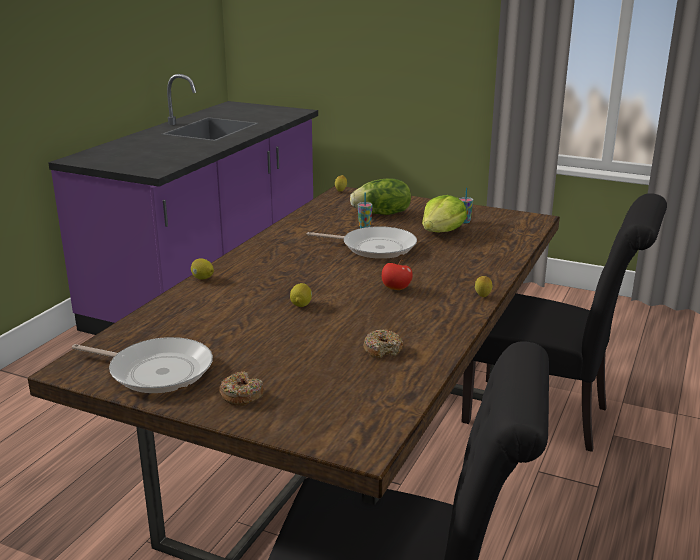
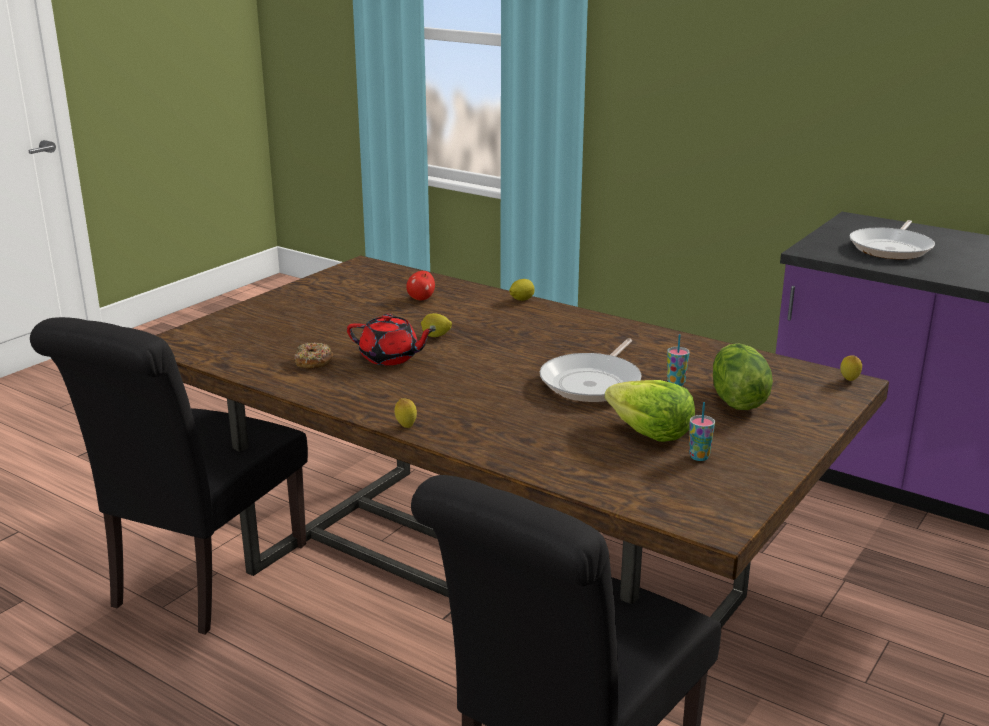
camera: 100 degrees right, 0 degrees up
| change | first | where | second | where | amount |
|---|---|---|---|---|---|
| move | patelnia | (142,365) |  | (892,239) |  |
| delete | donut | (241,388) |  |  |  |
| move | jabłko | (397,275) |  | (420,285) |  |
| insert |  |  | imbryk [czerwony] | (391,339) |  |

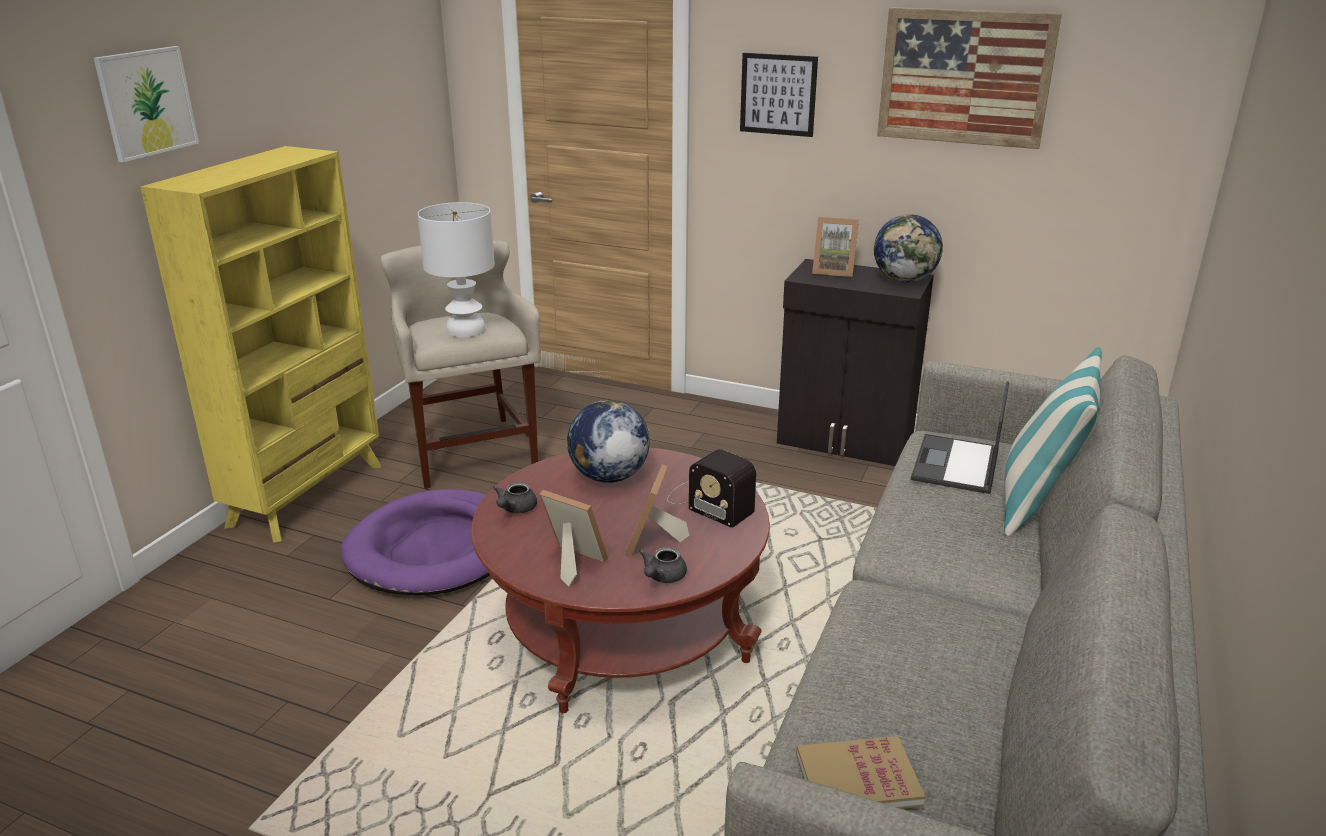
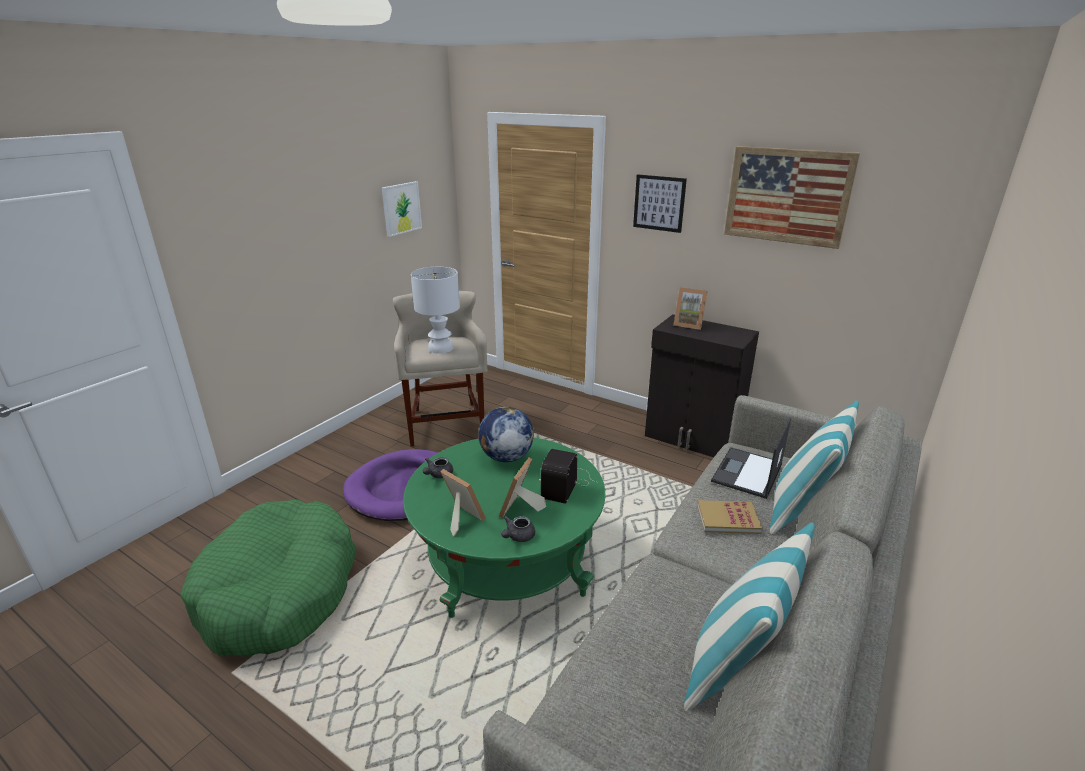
camera: 10 degrees right, 0 degrees up
| change | first | where | second | where | amount |
|---|---|---|---|---|---|
| move | obraz | (146,104) |  | (402,209) |  |
| delete | regał [żółty] | (260,344) |  |  |  |
| recolor | ława [czerwony] | (620,580) | ława [zielony] | (504,527) |  |
| rotate | radio | (711,488) |  | (567,476) | 60 degrees clockwise |
| move | książka | (860,772) |  | (729,517) |  |
| delete | globus | (908,248) |  |  |  |
| insert |  |  | legowisko [zielony] | (268,578) |  |
| insert |  |  | poduszka | (749,616) |  |

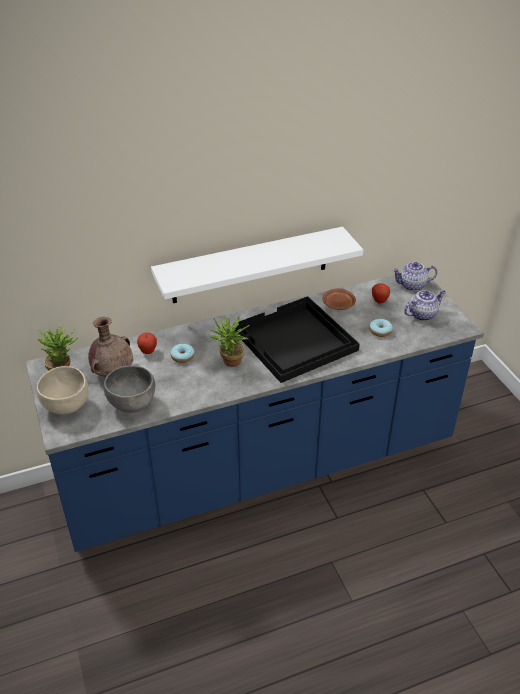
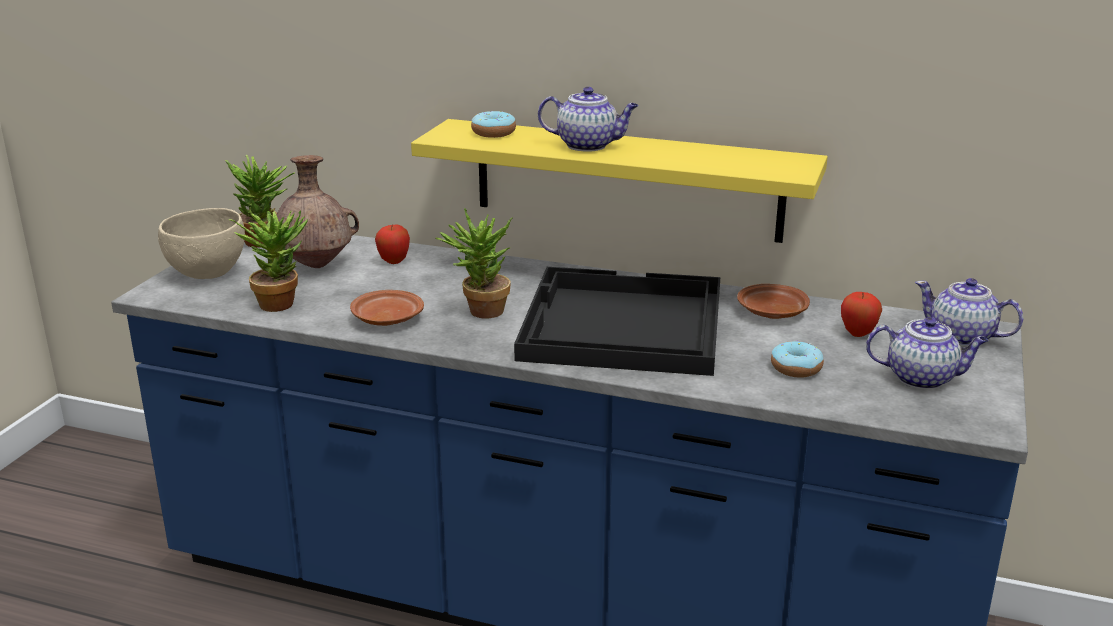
camera: 40 degrees right, 15 degrees down
| change | first | where | second | where | amount |
|---|---|---|---|---|---|
| replace | miska [szary] | (129,389) | roślina doniczkowa | (268,261) |  |
| recolor | półka [biały] | (257,265) | półka [żółty] | (619,181) |  |
| move | donut | (182,353) |  | (493,124) |  |
| insert |  |  | talerz [brązowy] | (387,308) |  |
| insert |  |  | imbryk | (588,119) |  |

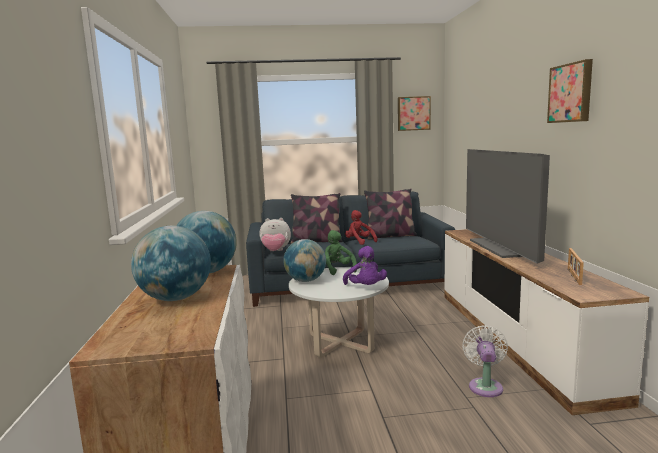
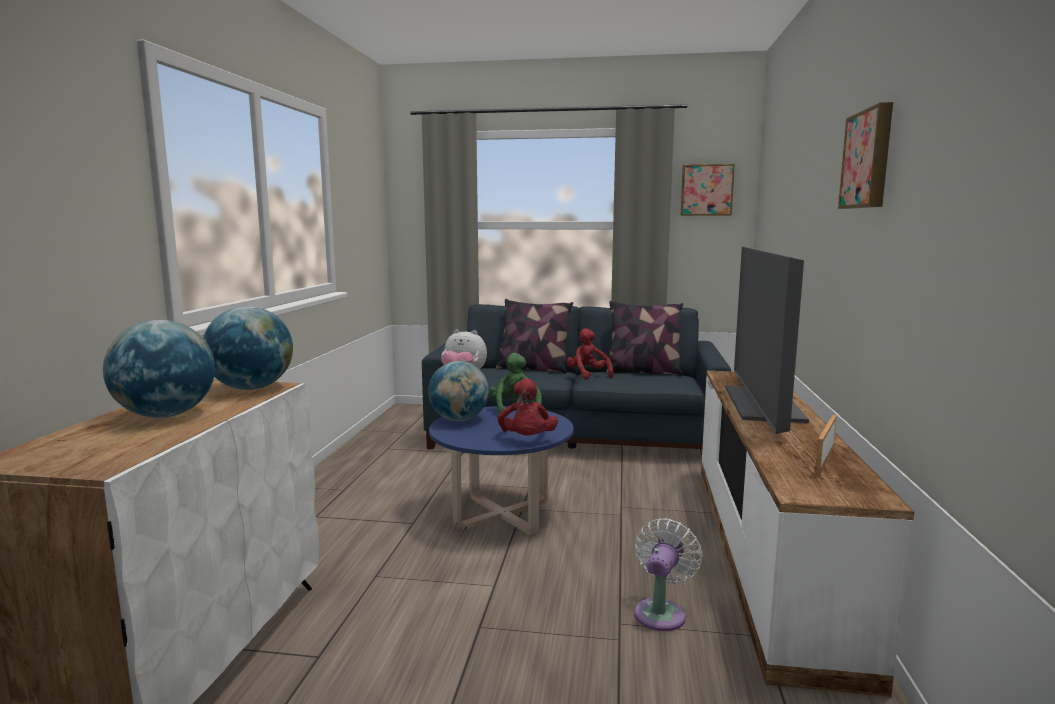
camera: 15 degrees right, 0 degrees up
| change | first | where | second | where | amount |
|---|---|---|---|---|---|
| recolor | ława [biały] | (339,312) | ława [niebieski] | (501,470) |  |
| recolor | pluszak [fioletowy] | (365,265) | pluszak [czerwony] | (528,407) |  |

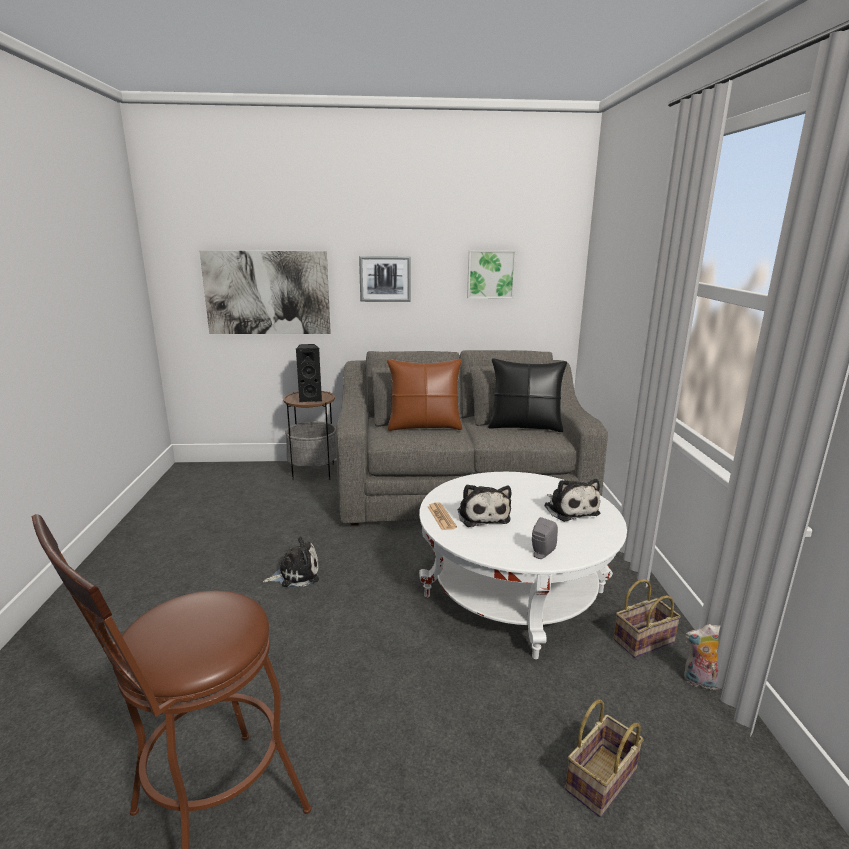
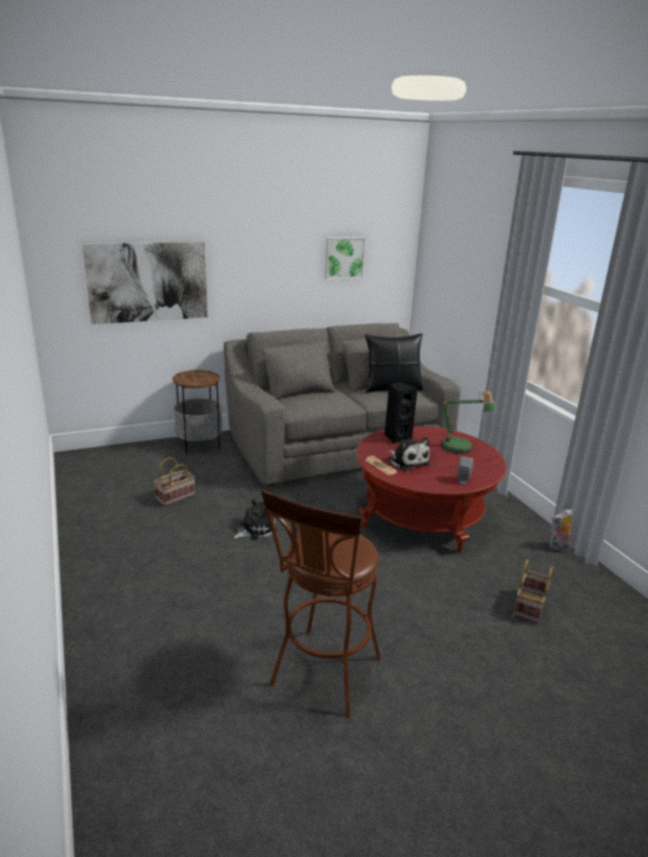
camera: 20 degrees left, 5 degrees up
| change | first | where | second | where | amount |
|---|---|---|---|---|---|
| move | głośnik [czarny] | (309,373) |  | (401,412) |  |
| delete | obraz | (385,279) |  |  |  |
| delete | poduszka [brązowy] | (424,395) |  |  |  |
| recolor | ława [biały] | (523,565) | ława [czerwony] | (431,489) |  |
| replace | pluszak | (572,500) | lampa stołowa | (469,422) |  |
| move | koszyk | (647,618) |  | (174,481) |  |

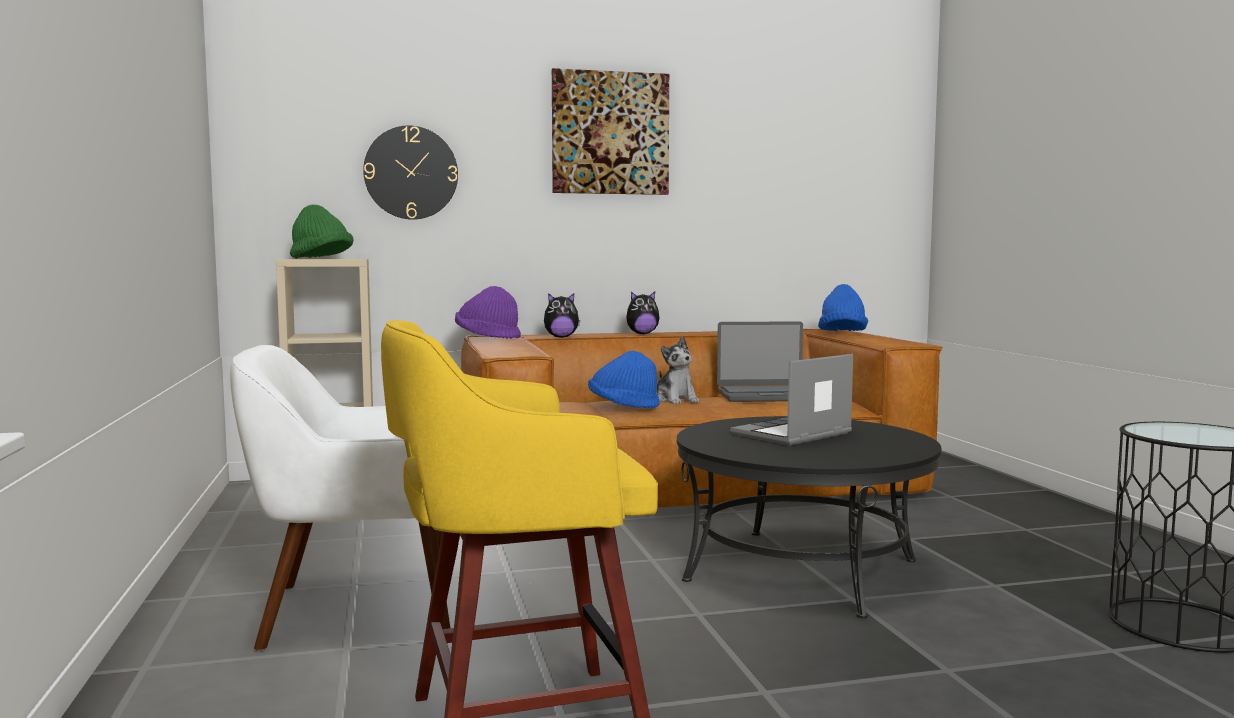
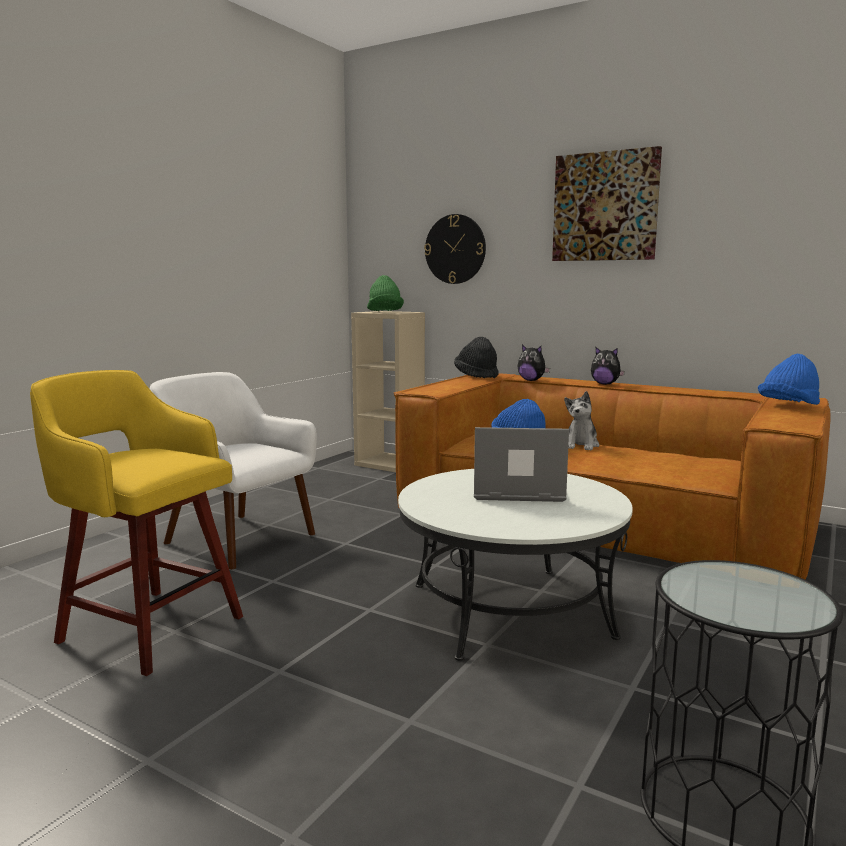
camera: 45 degrees right, 5 degrees up
| change | first | where | second | where | amount |
|---|---|---|---|---|---|
| recolor | kapelusz [fioletowy] | (488,312) | kapelusz [czarny] | (476,357) |  |
| recolor | ława [czarny] | (809,517) | ława [biały] | (515,565) |  |
| delete | laptop | (760,361) |  |  |  |

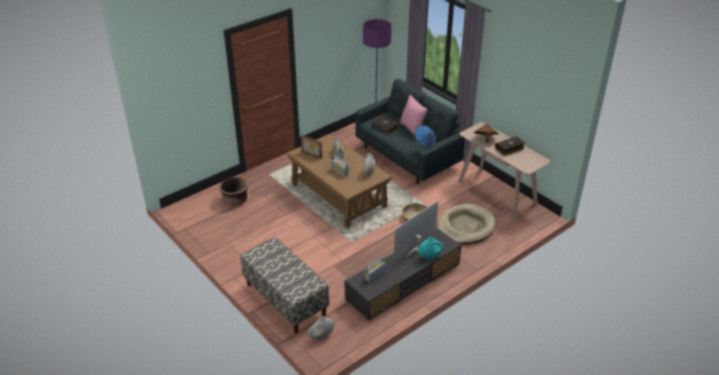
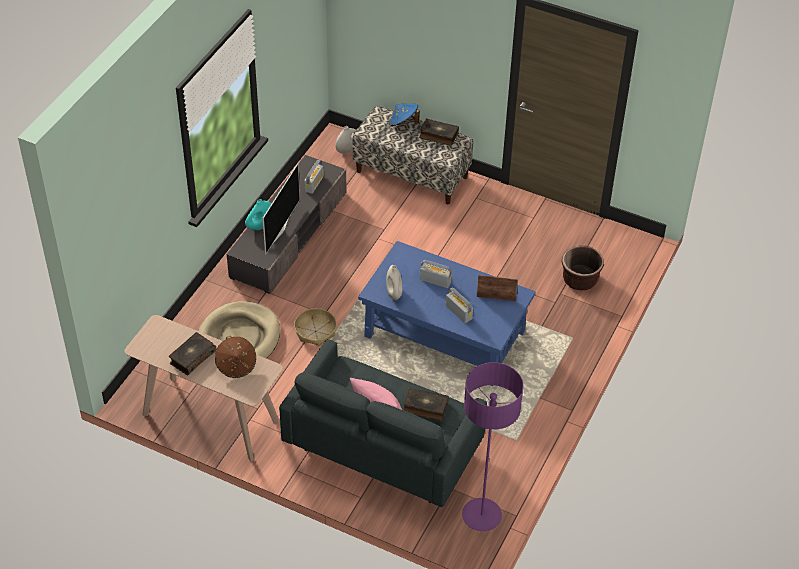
camera: 155 degrees right, 10 degrees up
| change | first | where | second | where | amount |
|---|---|---|---|---|---|
| recolor | ława [brązowy] | (339,181) | ława [niebieski] | (447,313) |  |
| move | kapelusz [niebieski] | (425,136) |  | (404,115) |  |
| insert |  |  | książka | (439,132) |  |

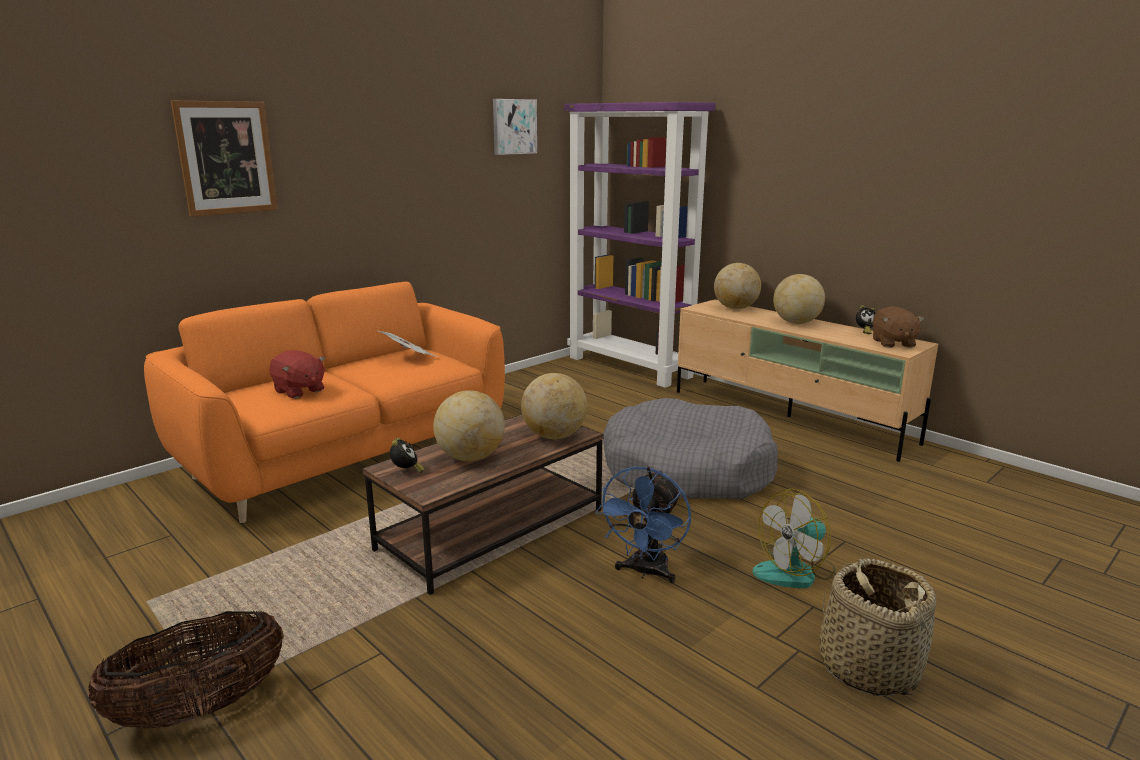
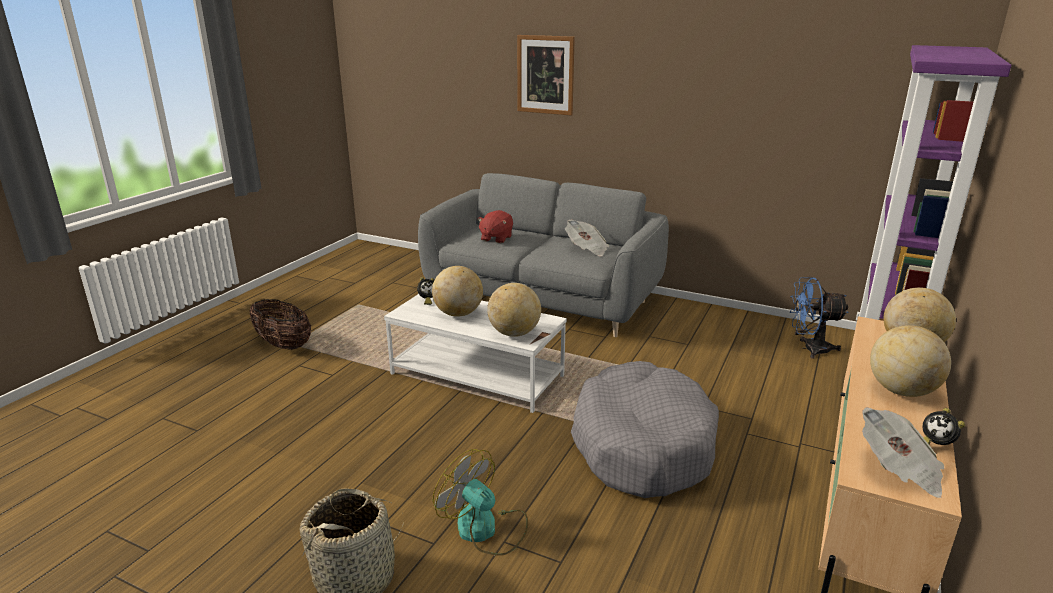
camera: 70 degrees right, 5 degrees up
| change | first | where | second | where | amount |
|---|---|---|---|---|---|
| recolor | kanapa [pomarańczowy] | (324,402) | kanapa [szary] | (543,255) |  |
| recolor | ława [brązowy] | (483,504) | ława [biały] | (475,353) |  |
| delete | obraz | (515,127) |  |  |  |
| move | wentylator [niebieski] | (643,524) |  | (819,318) |  |
| replace | pluszak [brązowy] | (898,327) | gazeta | (903,452) |  |

